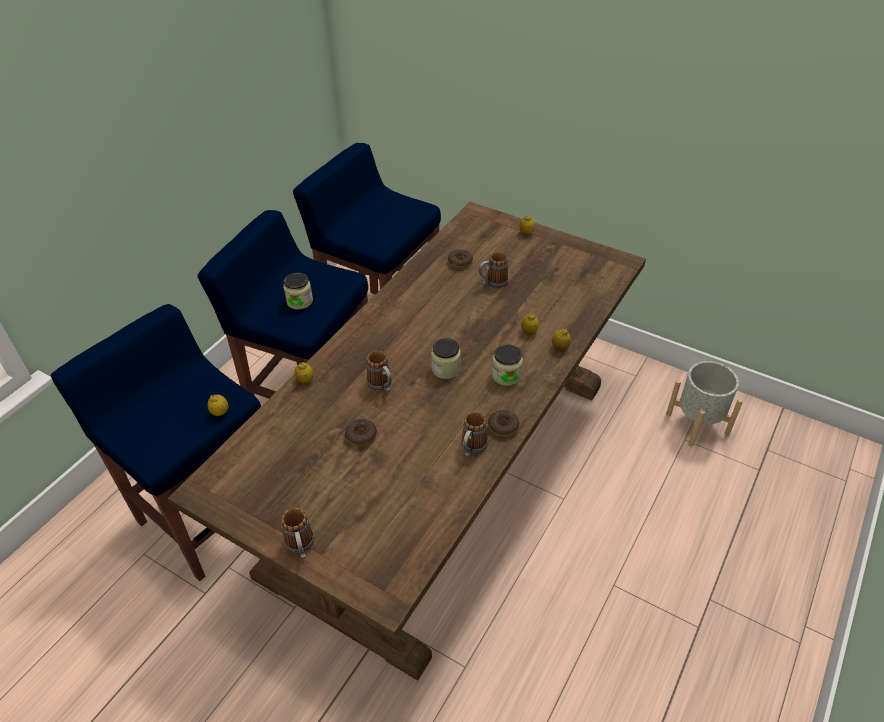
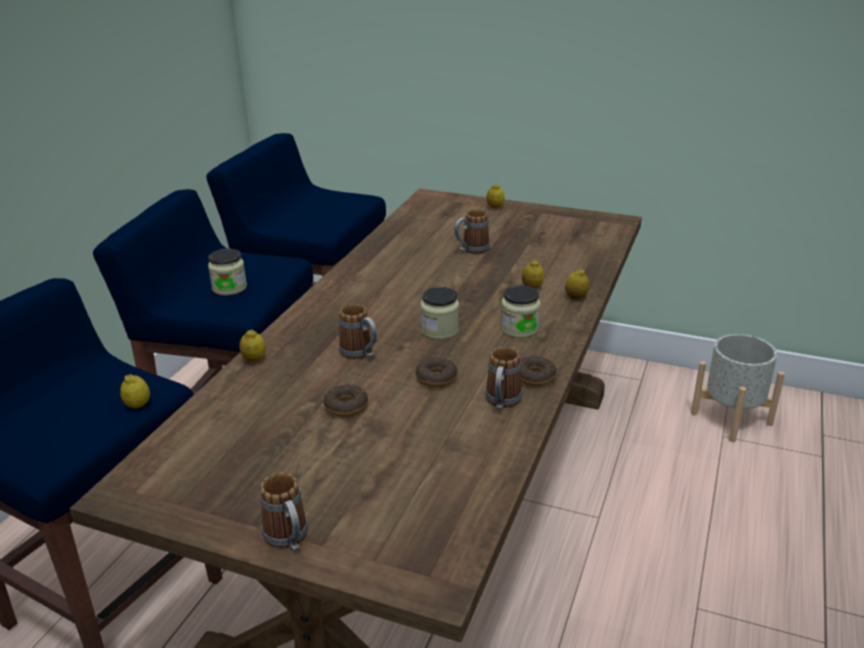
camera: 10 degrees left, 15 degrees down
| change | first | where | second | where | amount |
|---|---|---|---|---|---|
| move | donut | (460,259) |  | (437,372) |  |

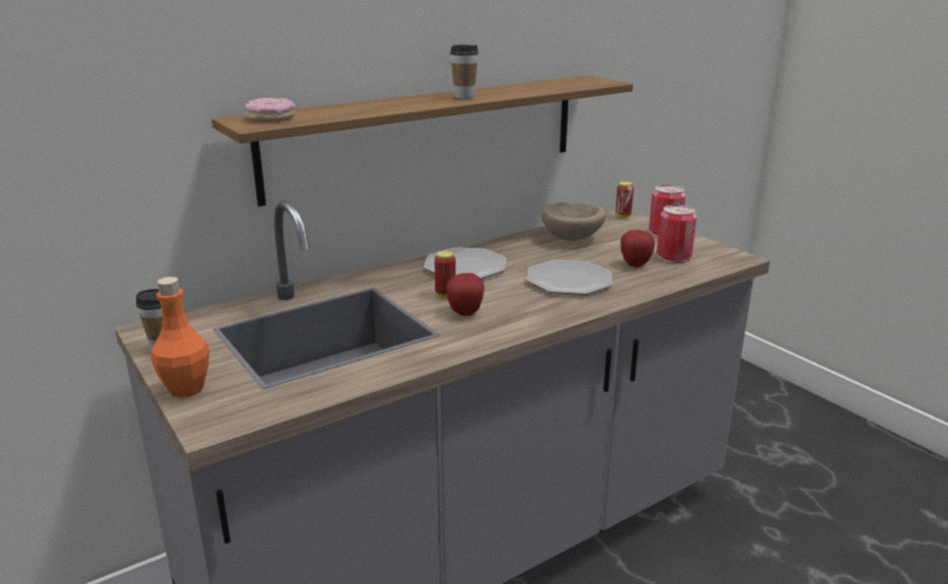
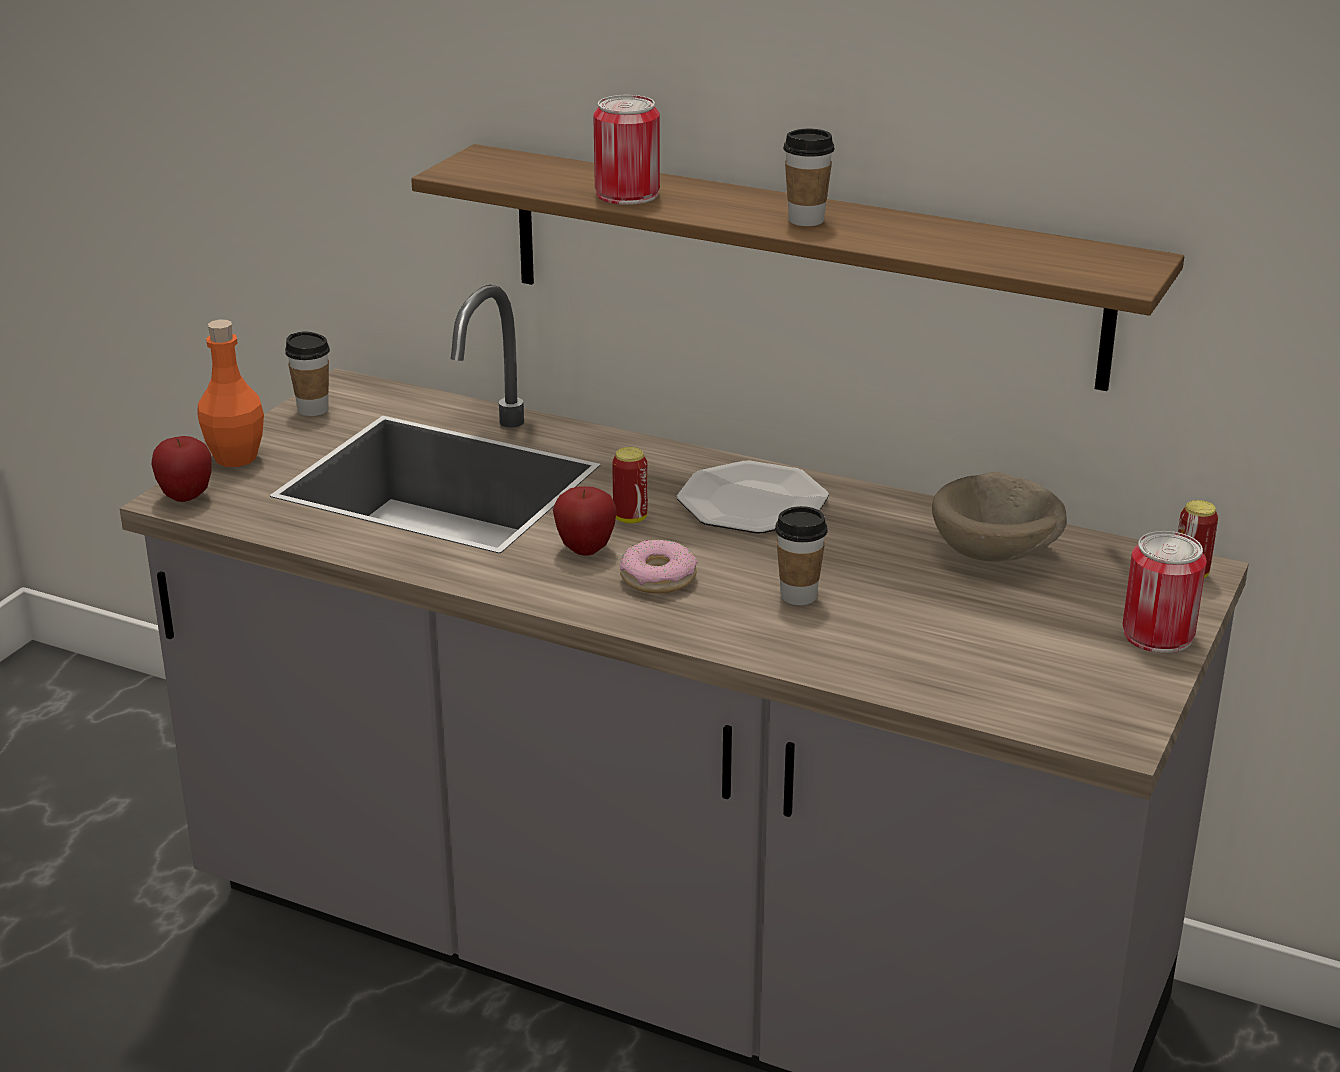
camera: 60 degrees right, 5 degrees up
| change | first | where | second | where | amount |
|---|---|---|---|---|---|
| move | donut | (269,110) |  | (659,566) |  |
| replace | talerz | (569,277) | filiżanka | (801,555) |  |
| move | jabłko | (638,248) |  | (181,469) |  |
| move | puszka | (677,234) |  | (626,150) |  |

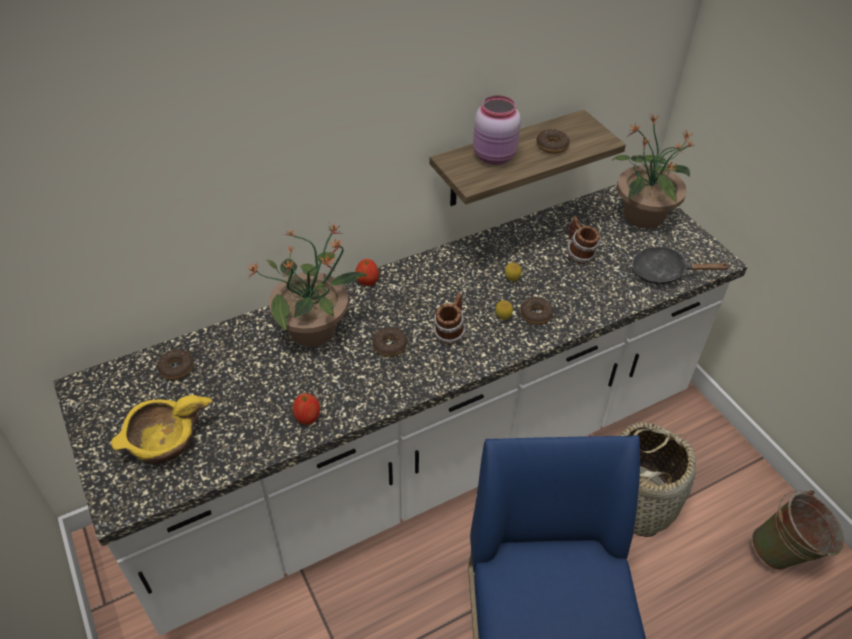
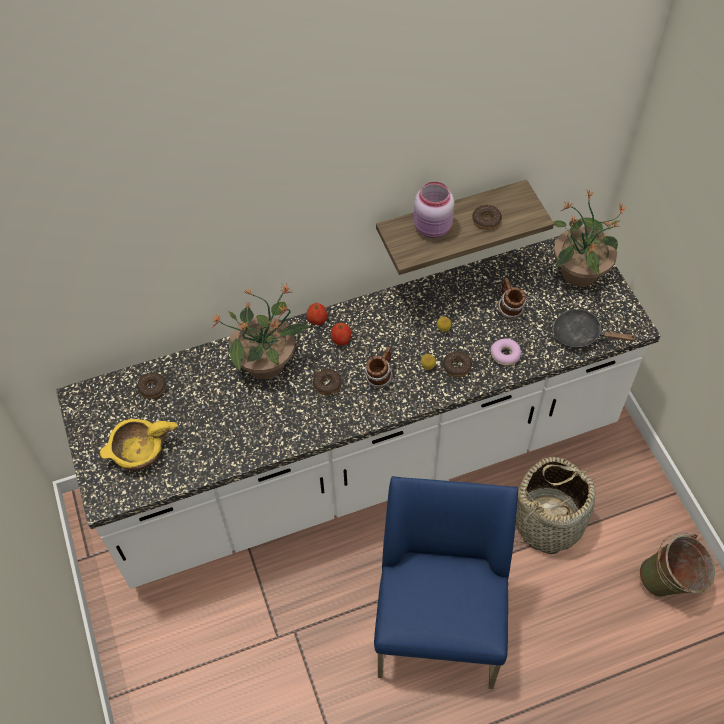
camera: 10 degrees right, 10 degrees up
| change | first | where | second | where | amount |
|---|---|---|---|---|---|
| move | jabłko | (306,409) |  | (341,334) |  |
| insert |  |  | donut | (506,352) |  |

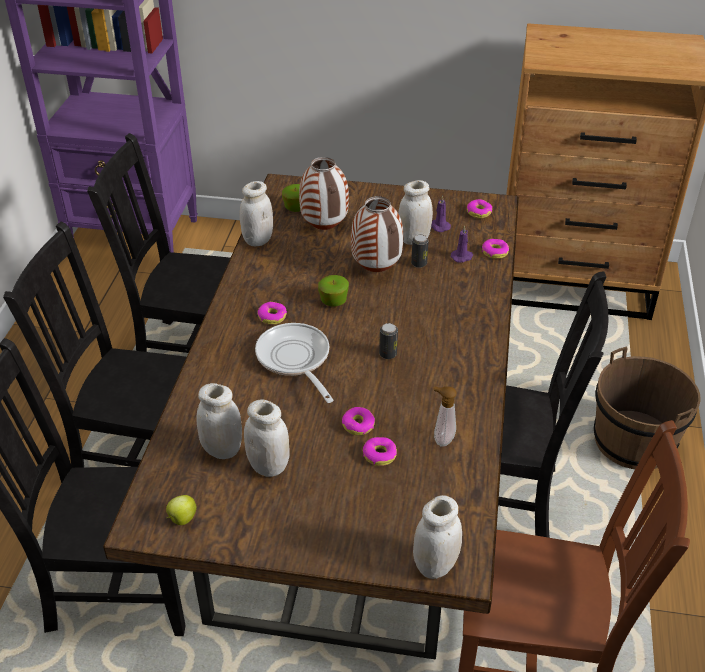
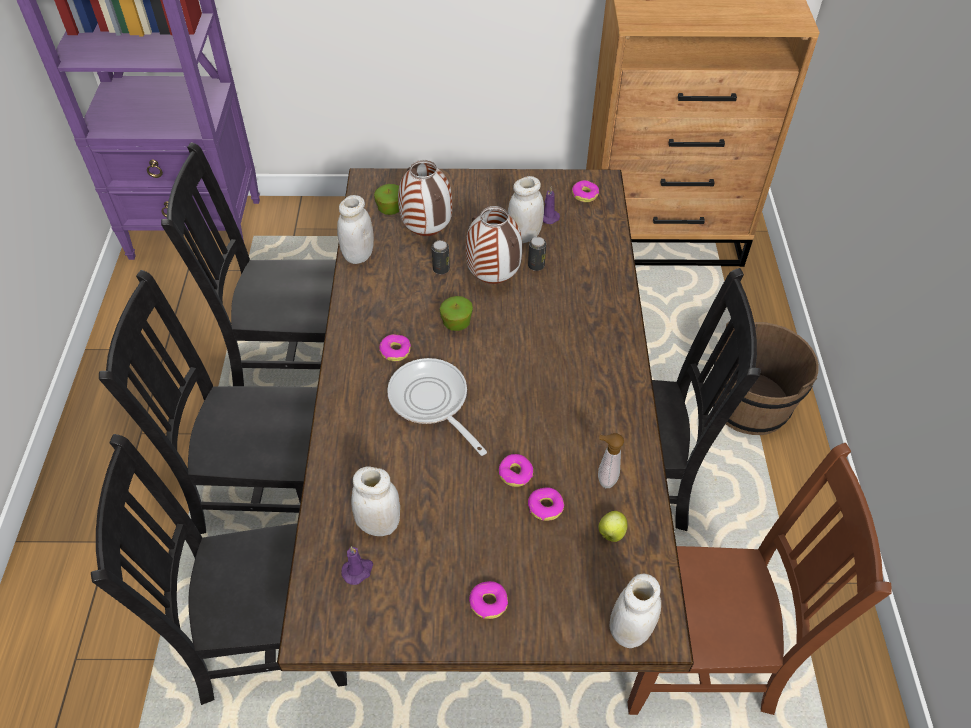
camera: 10 degrees left, 10 degrees up
| change | first | where | second | where | amount |
|---|---|---|---|---|---|
| move | jabłko | (181,510) |  | (613,526) |  |
| delete | słoik [biały] | (267,438) |  |  |  |
| move | puszka | (388,341) |  | (441,257) |  |
| move | świeca [fioletowy] | (462,244) |  | (357,565) |  |
| move | donut | (495,249) |  | (488,600) |  |

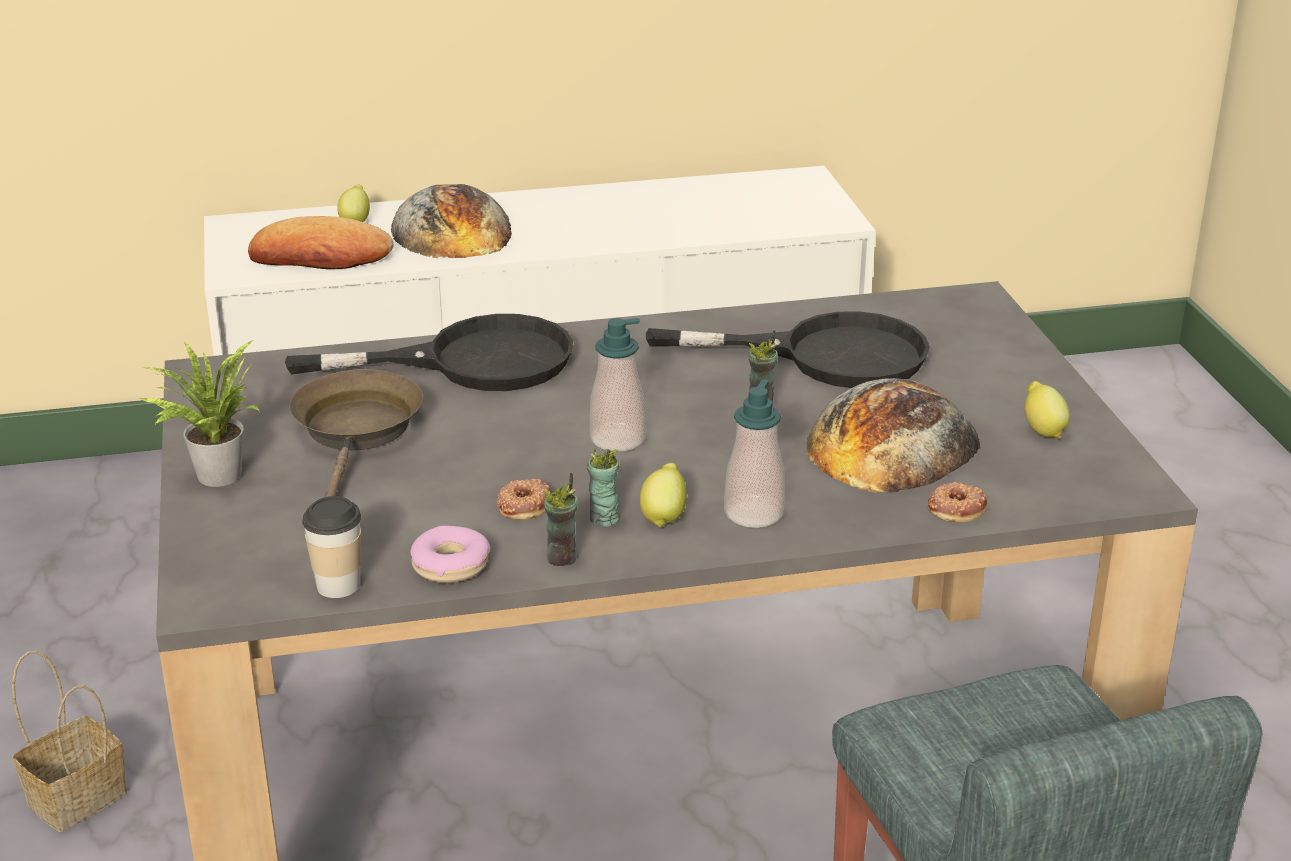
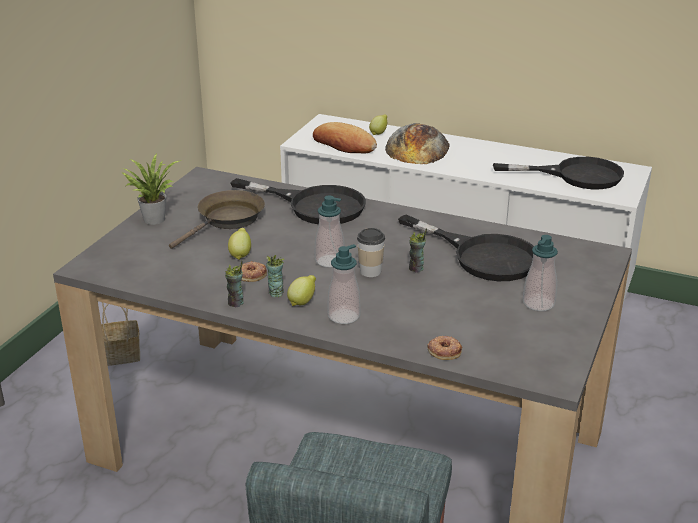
camera: 35 degrees right, 0 degrees up
| change | first | where | second | where | amount |
|---|---|---|---|---|---|
| move | filiżanka | (331,547) |  | (371,252) |  |
| delete | donut | (450,554) |  |  |  |
| delete | chleb | (893,435) |  |  |  |
| move | cytryna | (1047,409) |  | (239,244) |  |
| insert |  |  | patelnia [czarny] | (558,173) |  |
| insert |  |  | dozownik mydła | (540,273) |  |

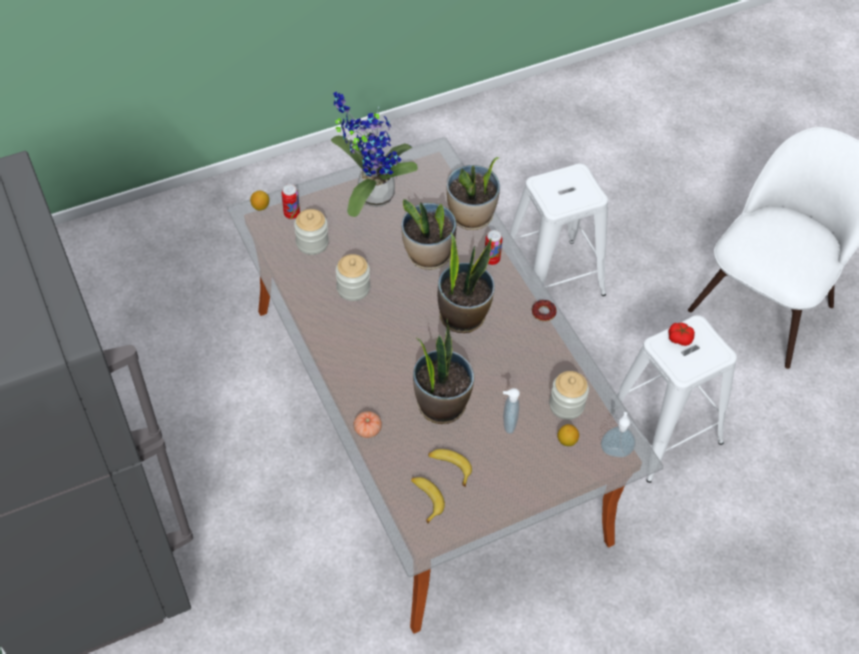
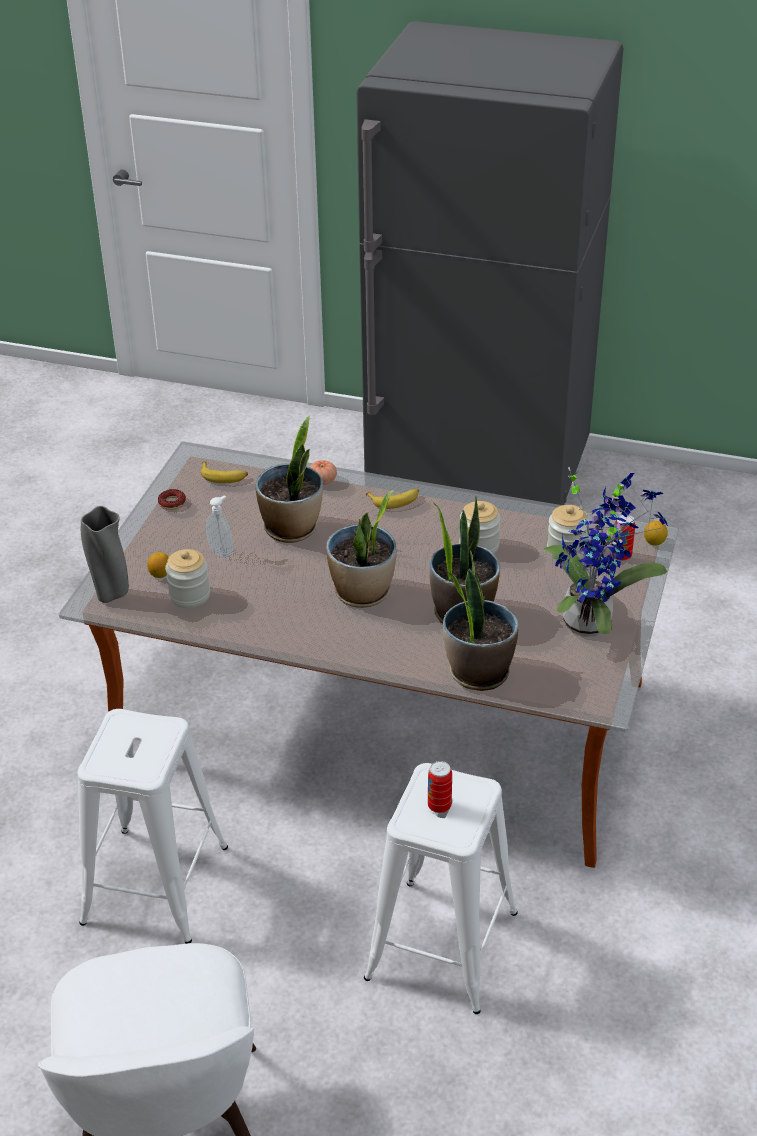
camera: 135 degrees right, 15 degrees down
| change | first | where | second | where | amount |
|---|---|---|---|---|---|
| move | banan | (450,468) |  | (392,499) |  |
| move | puszka | (494,247) |  | (440,787) |  |
| move | donut | (544,310) |  | (172,499) |  |
| replace | dozownik mydła | (618,434) | wazon [szary] | (105,554) |  |
| delete | pomidor | (681,334) |  |  |  |

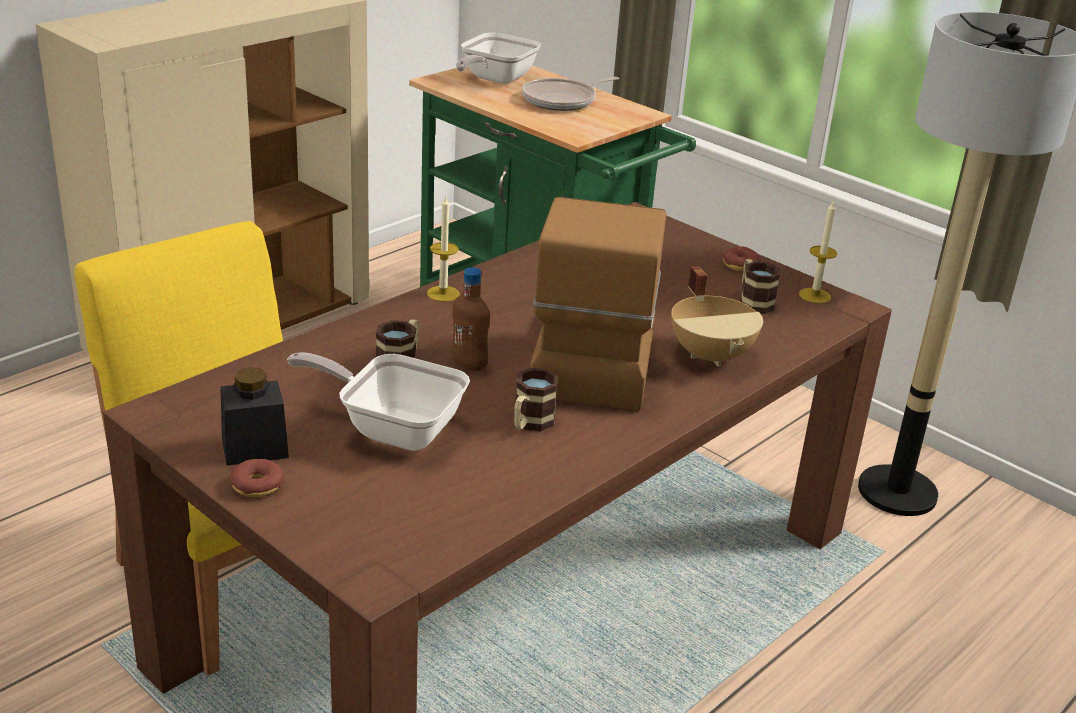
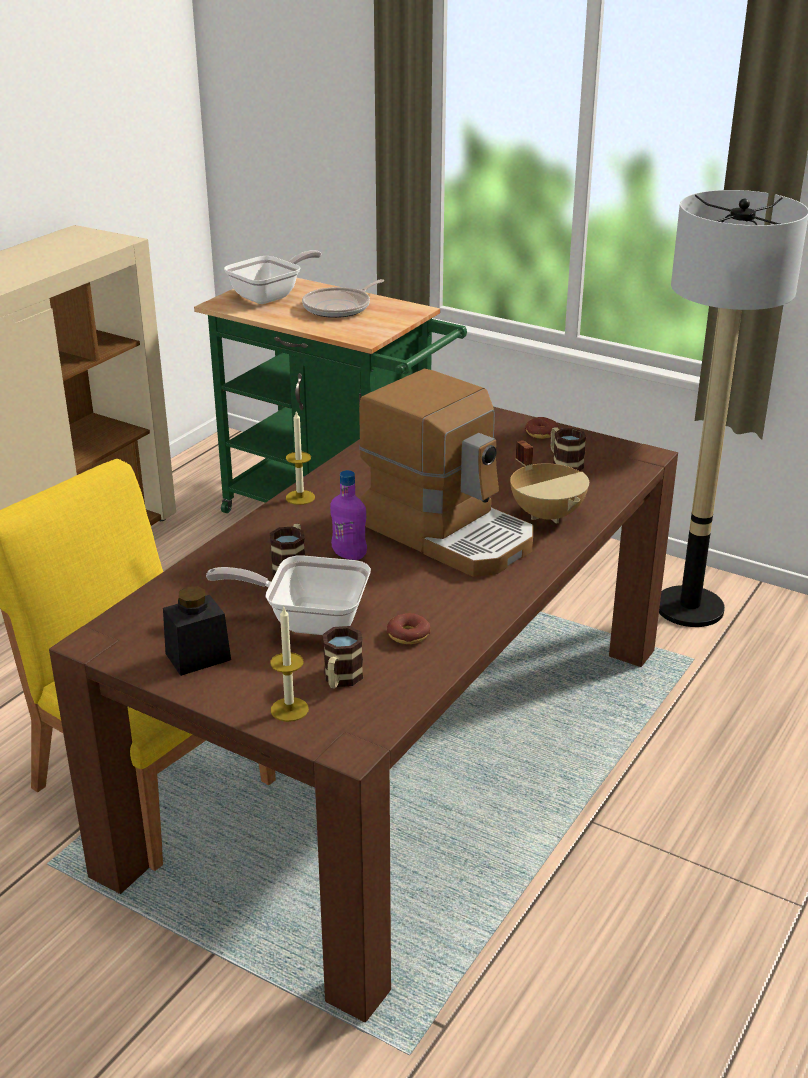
camera: 10 degrees left, 0 degrees up
| change | first | where | second | where | amount |
|---|---|---|---|---|---|
| move | donut | (256,478) |  | (408,628) |  |
| recolor | butelka [brązowy] | (470,319) | butelka [fioletowy] | (348,515) |  |
| rotate | patelnia | (498,58) |  | (273,277) | 150 degrees counterclockwise |
| move | kubek | (536,399) |  | (343,657) |  |
| rotate | ekspres do kawy | (598,304) |  | (446,473) | 135 degrees clockwise |
| move | świeca | (818,253) |  | (290,664) |  |

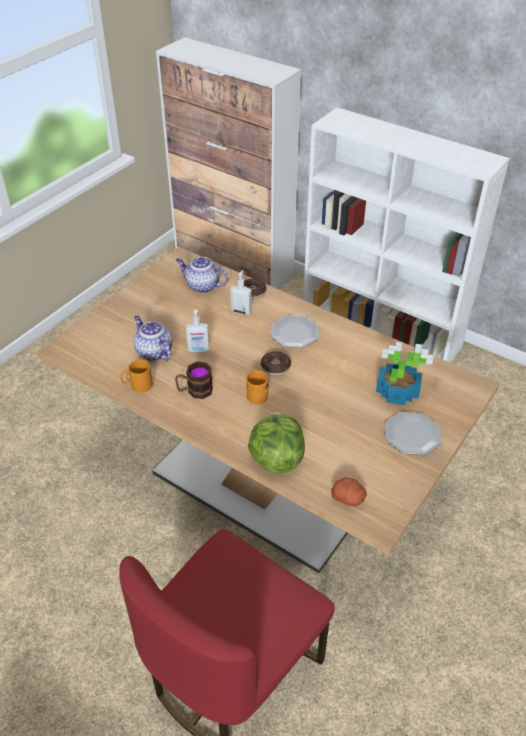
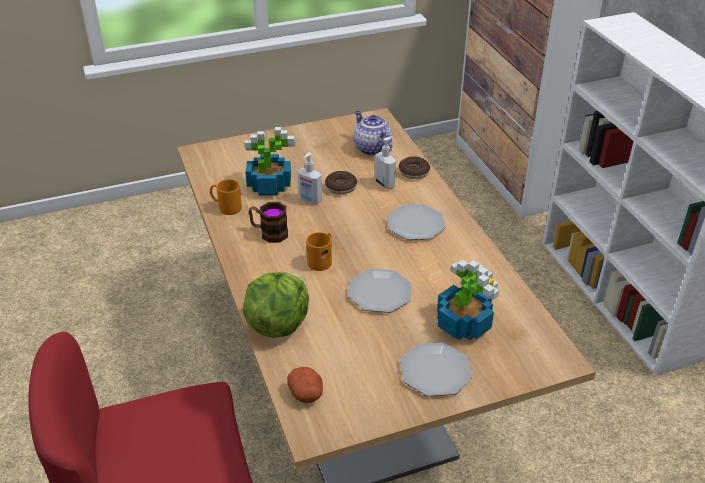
camera: 35 degrees right, 5 degrees down
| change | first | where | second | where | amount |
|---|---|---|---|---|---|
| replace | imbryk | (153,338) | roślina doniczkowa | (270,161) |  |
| move | donut | (276,363) |  | (341,182) |  |
| insert |  |  | talerz | (380,291) |  |

